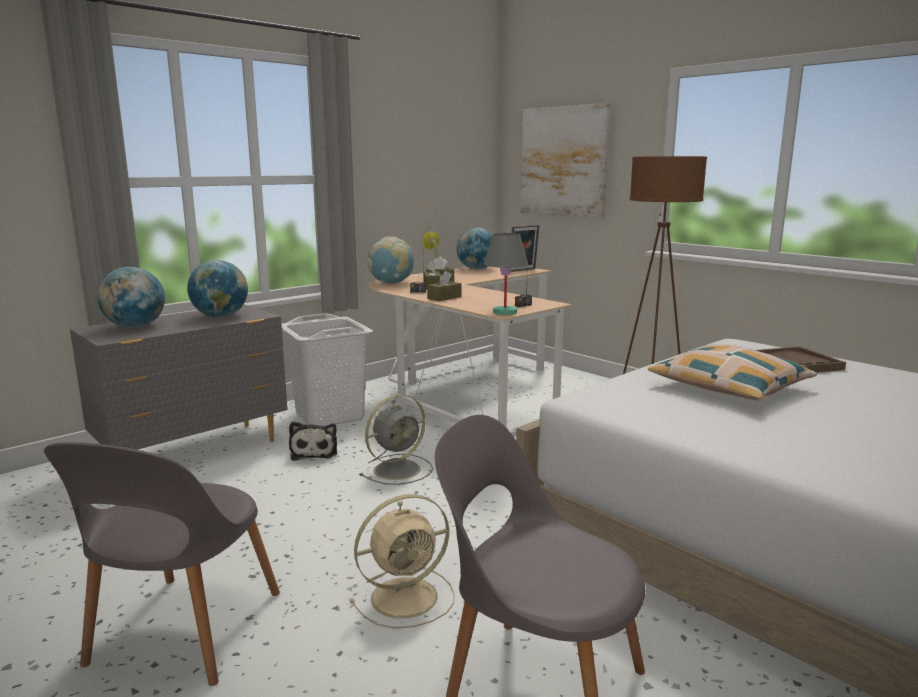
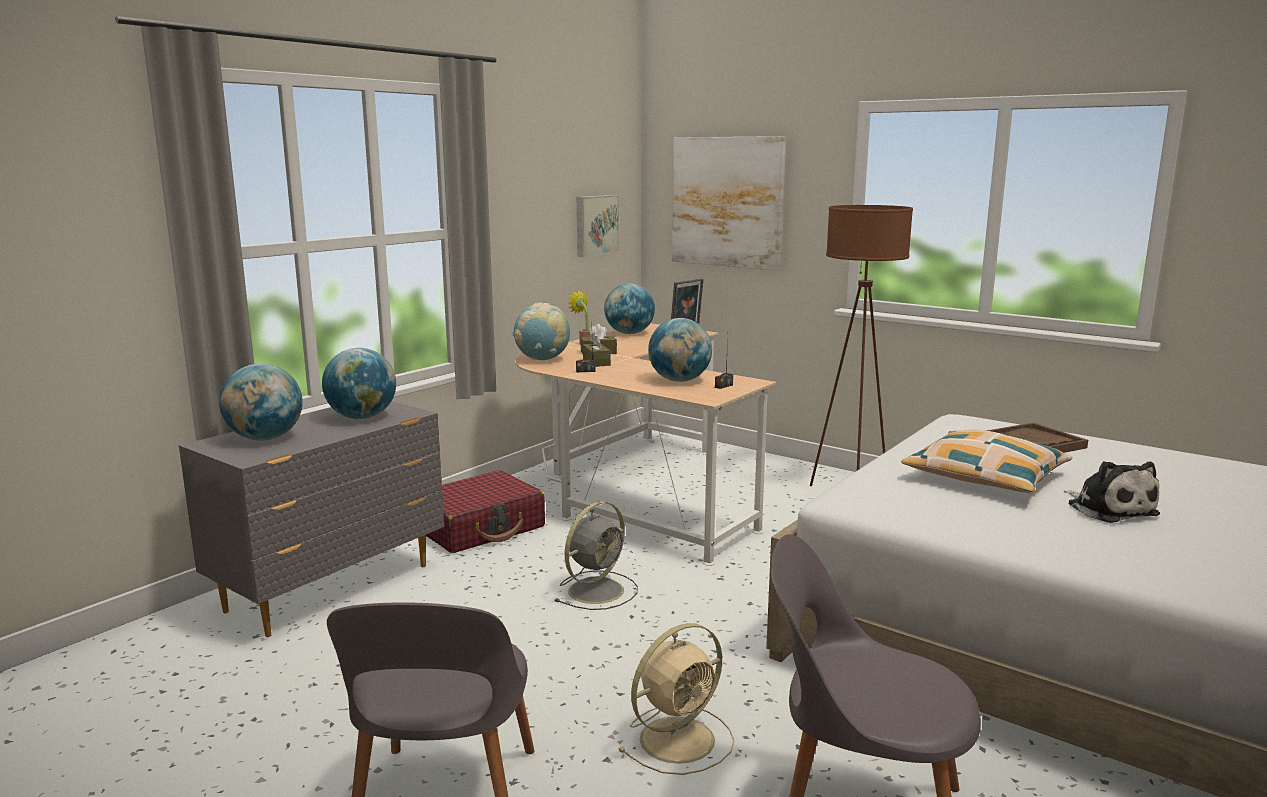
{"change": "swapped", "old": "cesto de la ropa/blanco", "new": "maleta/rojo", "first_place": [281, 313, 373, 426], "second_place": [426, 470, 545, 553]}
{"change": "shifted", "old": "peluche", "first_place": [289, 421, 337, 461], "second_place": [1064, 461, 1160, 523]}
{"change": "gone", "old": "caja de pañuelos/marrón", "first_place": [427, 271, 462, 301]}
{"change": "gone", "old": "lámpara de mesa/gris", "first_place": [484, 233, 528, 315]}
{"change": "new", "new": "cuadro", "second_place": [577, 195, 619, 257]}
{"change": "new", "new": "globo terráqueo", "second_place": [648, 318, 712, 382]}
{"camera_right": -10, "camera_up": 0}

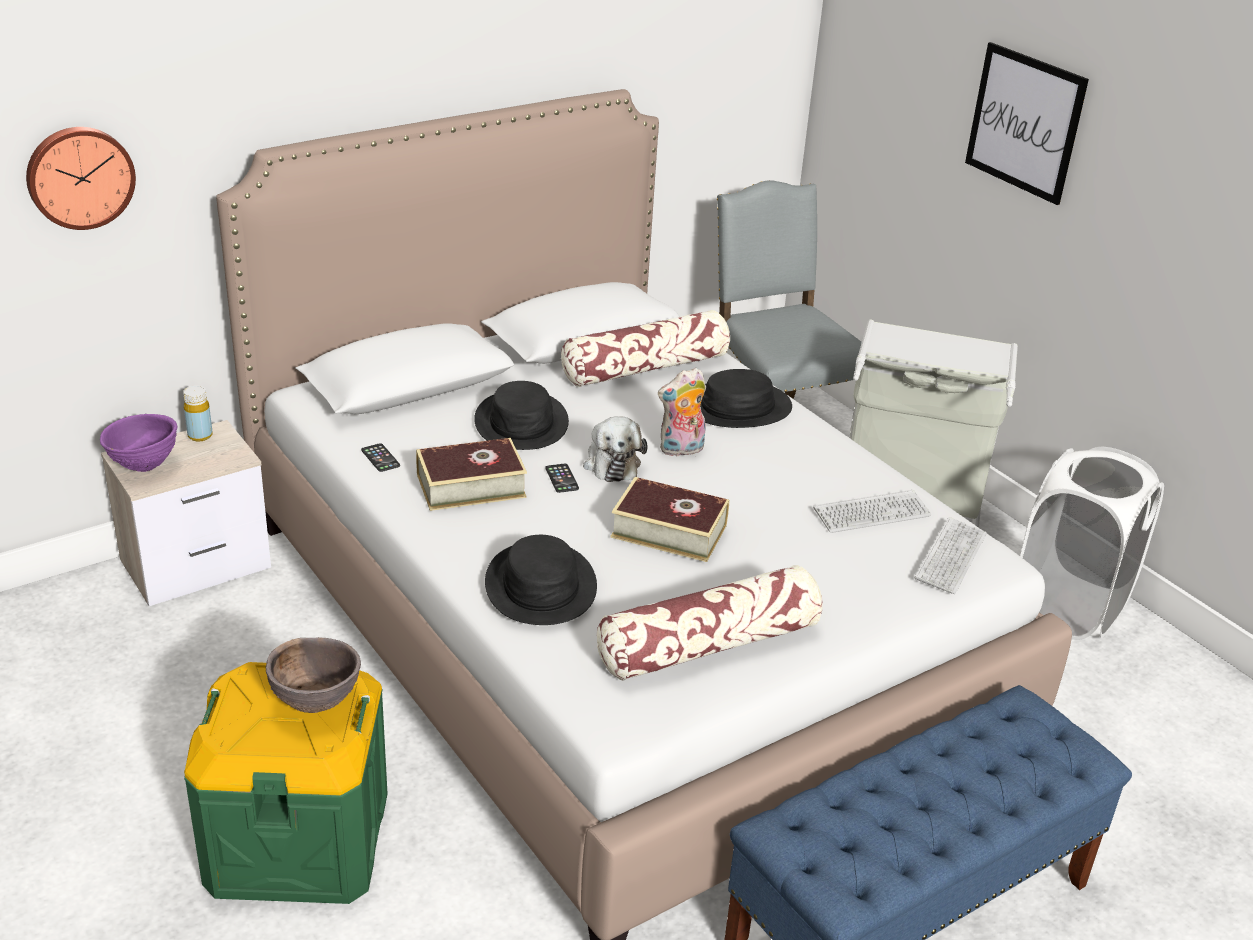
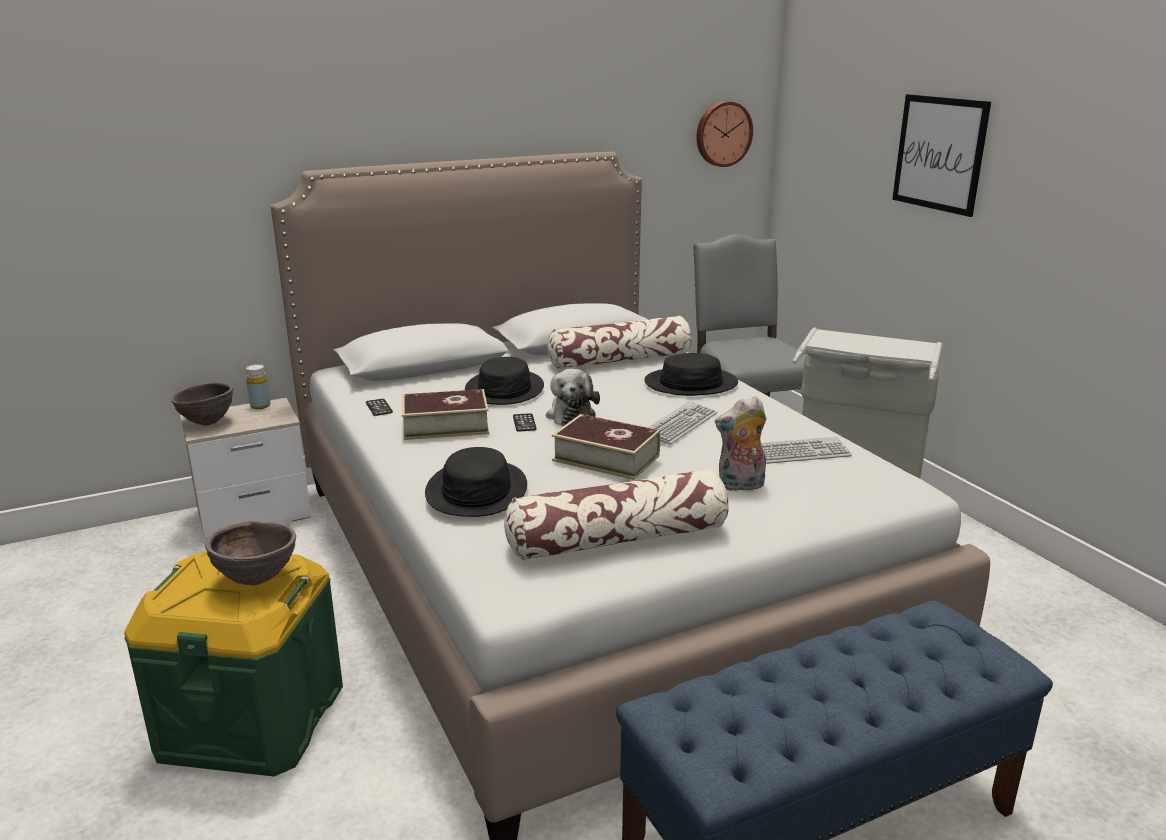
{"change": "shifted", "old": "reloj de pared", "first_place": [26, 127, 136, 230], "second_place": [696, 101, 753, 167]}
{"change": "repainted", "old": "cuenco/morado", "new": "cuenco/marrón", "first_place": [100, 414, 177, 472], "second_place": [170, 382, 234, 426]}
{"change": "shifted", "old": "peluche", "first_place": [658, 368, 706, 457], "second_place": [715, 396, 766, 491]}
{"change": "shifted", "old": "teclado", "first_place": [915, 517, 987, 594], "second_place": [647, 401, 717, 445]}
{"change": "gone", "old": "cesto de la ropa/blanco", "first_place": [1020, 447, 1164, 640]}
{"camera_right": 10, "camera_up": -10}

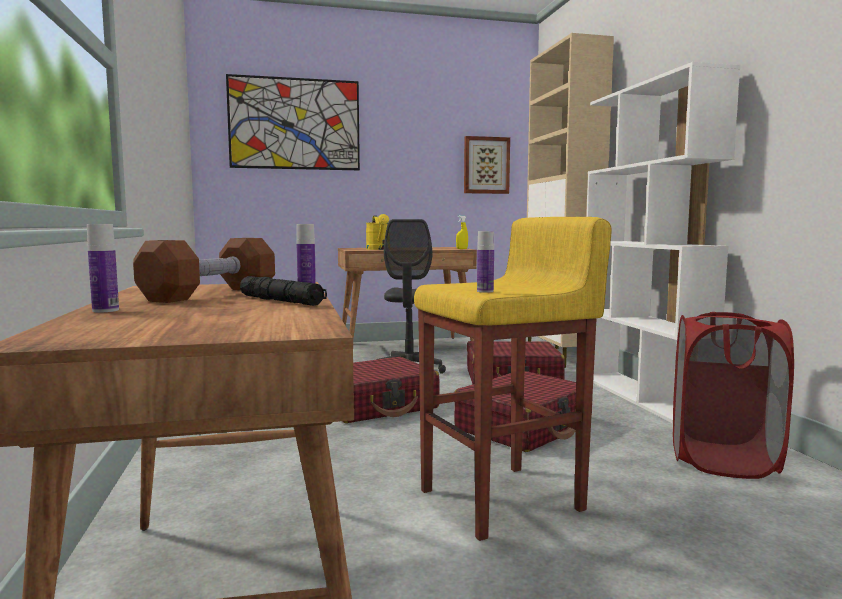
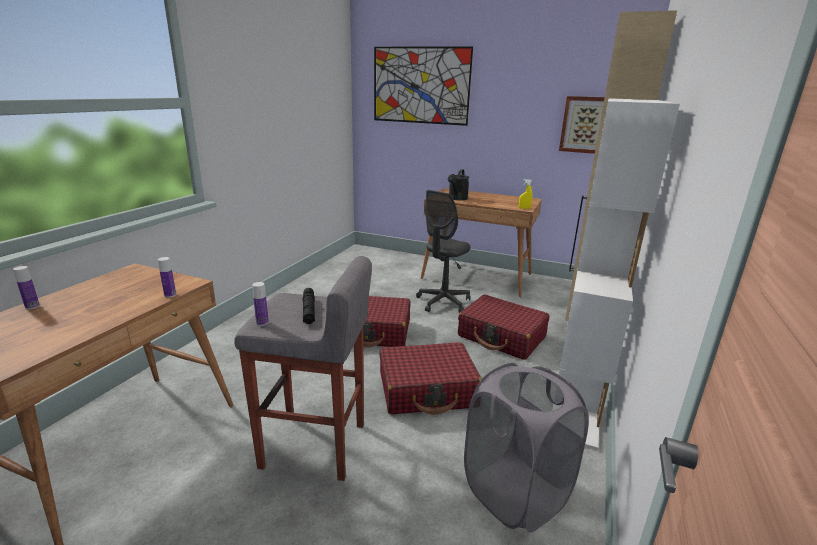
{"change": "gone", "old": "mancuerna/marrón", "first_place": [133, 238, 275, 303]}
{"change": "shifted", "old": "linterna/negro", "first_place": [240, 276, 327, 306], "second_place": [303, 288, 315, 324]}
{"change": "repainted", "old": "regadera/amarillo", "new": "regadera/negro", "first_place": [366, 214, 389, 250], "second_place": [448, 169, 469, 200]}
{"change": "repainted", "old": "taburete/amarillo", "new": "taburete/gris", "first_place": [414, 217, 611, 541], "second_place": [234, 256, 372, 481]}
{"change": "repainted", "old": "cesto de la ropa/rojo", "new": "cesto de la ropa/gris", "first_place": [673, 312, 794, 479], "second_place": [464, 363, 589, 533]}
{"camera_right": 35, "camera_up": 15}

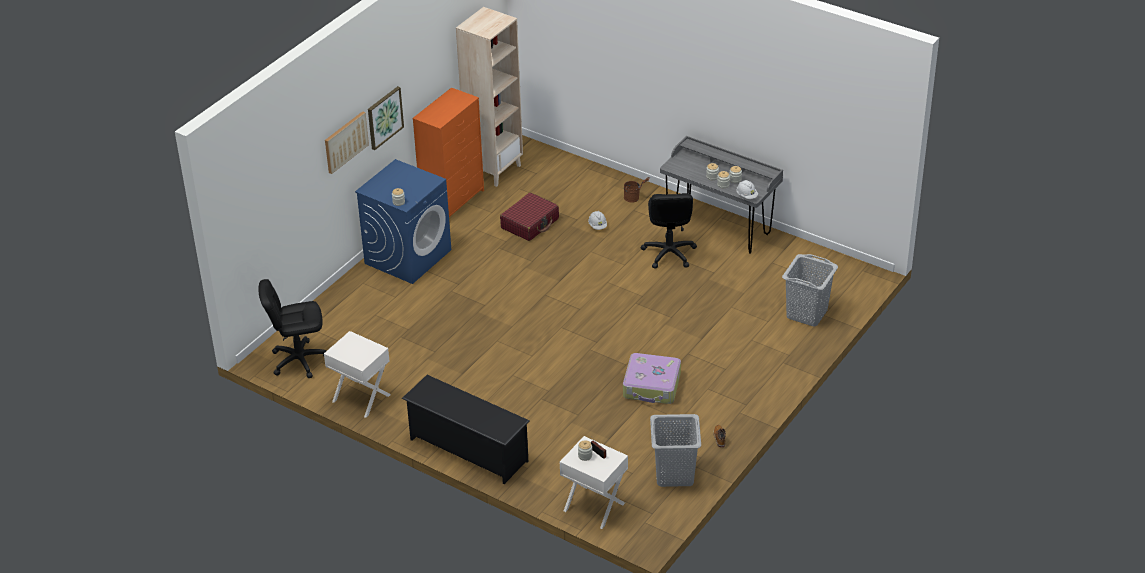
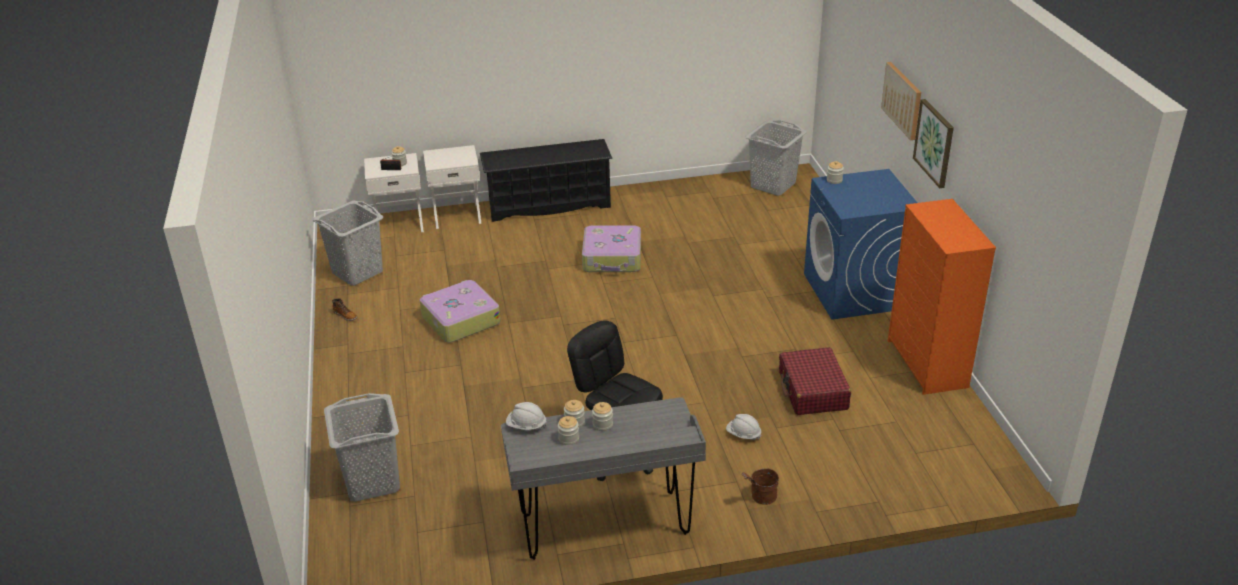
{"change": "swapped", "old": "silla de oficina/negro", "new": "cesto de la ropa/gris", "first_place": [258, 279, 326, 378], "second_place": [745, 120, 807, 196]}
{"change": "shifted", "old": "mesita de noche/blanco", "first_place": [324, 331, 391, 418], "second_place": [423, 145, 482, 229]}
{"change": "gone", "old": "estantería/beis", "first_place": [456, 7, 523, 187]}
{"change": "new", "new": "maleta", "second_place": [582, 225, 641, 272]}
{"camera_right": 135, "camera_up": -5}

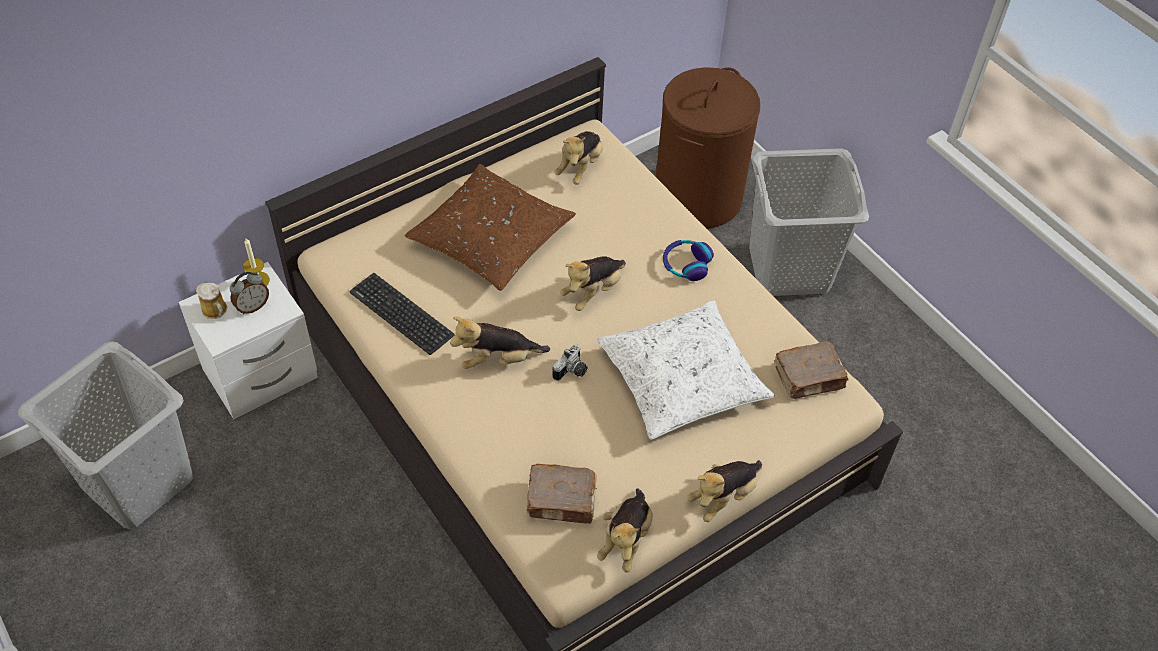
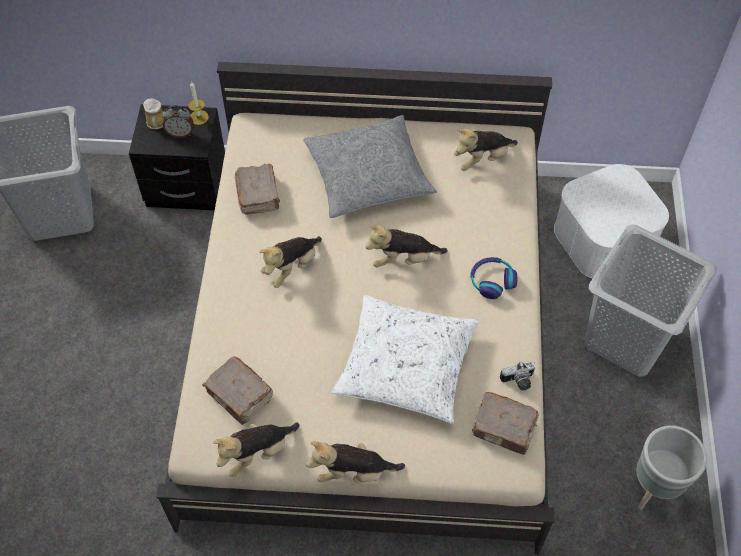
{"change": "repainted", "old": "mesita de noche/blanco", "new": "mesita de noche/negro", "first_place": [179, 262, 318, 419], "second_place": [129, 104, 225, 210]}
{"change": "swapped", "old": "teclado", "new": "libro/marrón", "first_place": [349, 273, 455, 355], "second_place": [234, 164, 280, 215]}
{"change": "repainted", "old": "cojín/marrón", "new": "cojín/gris", "first_place": [405, 164, 576, 291], "second_place": [303, 115, 437, 218]}
{"change": "rotated", "old": "peluche", "first_place": [450, 317, 550, 369], "second_place": [259, 236, 322, 288], "degrees": -75}
{"change": "shifted", "old": "cámara", "first_place": [552, 344, 587, 381], "second_place": [500, 362, 535, 391]}
{"change": "swapped", "old": "cesto de la ropa/marrón", "new": "caja de almacenaje/blanco", "first_place": [656, 67, 760, 229], "second_place": [554, 164, 669, 279]}
{"change": "new", "new": "maceta/gris", "second_place": [636, 425, 707, 510]}
{"camera_right": 40, "camera_up": 5}

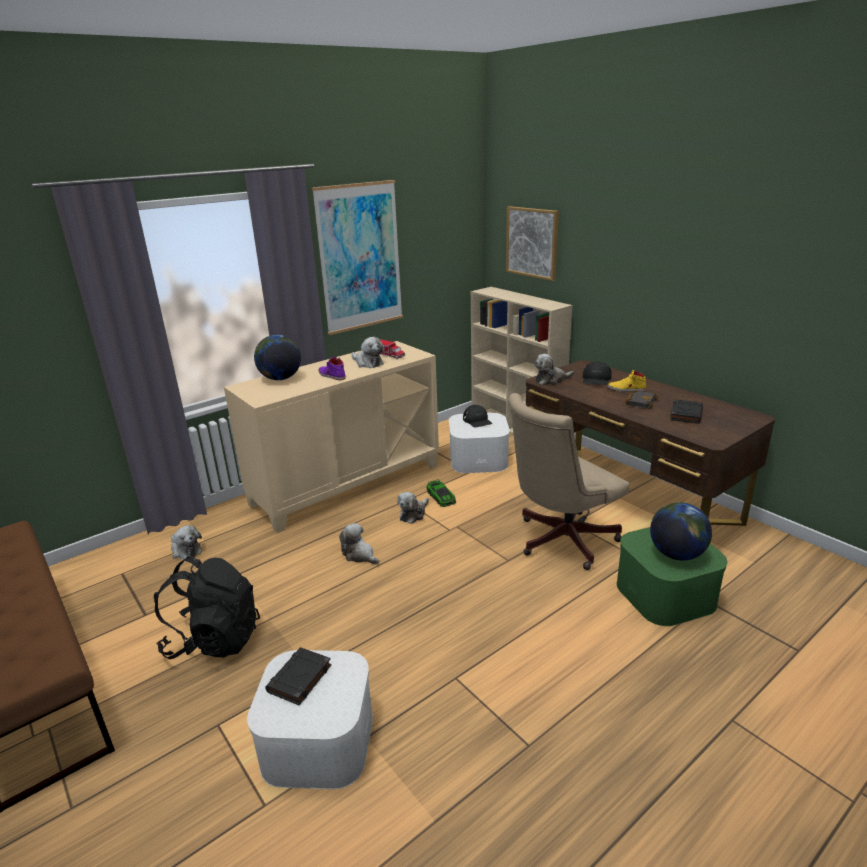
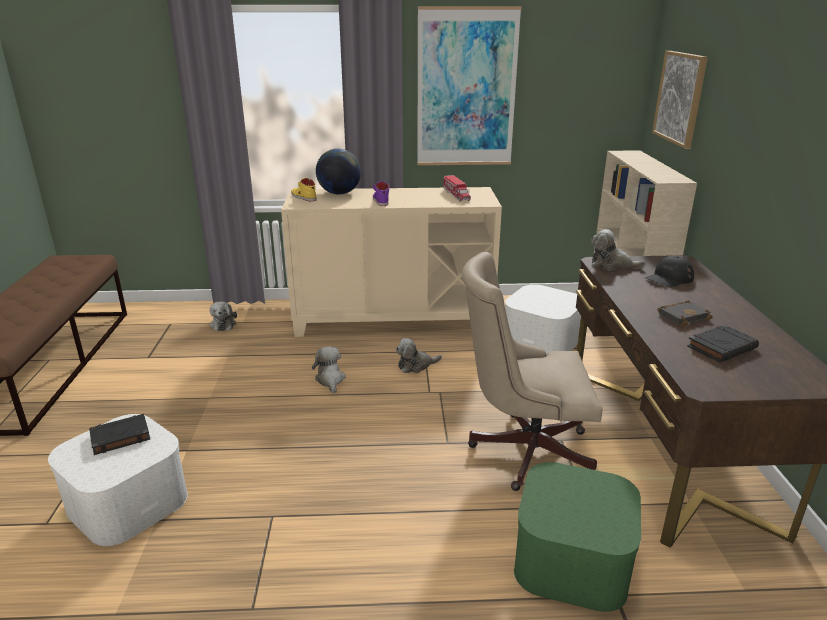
{"change": "gone", "old": "mochila/negro", "first_place": [154, 556, 260, 659]}
{"change": "gone", "old": "peluche", "first_place": [351, 337, 384, 368]}
{"change": "gone", "old": "coche de juguete", "first_place": [426, 479, 456, 507]}
{"change": "gone", "old": "gorra/negro", "first_place": [463, 405, 492, 427]}
{"change": "shifted", "old": "zapato/amarillo", "first_place": [608, 370, 646, 392], "second_place": [291, 178, 317, 201]}
{"change": "gone", "old": "globo terráqueo", "first_place": [650, 502, 712, 561]}
{"camera_right": 35, "camera_up": 0}

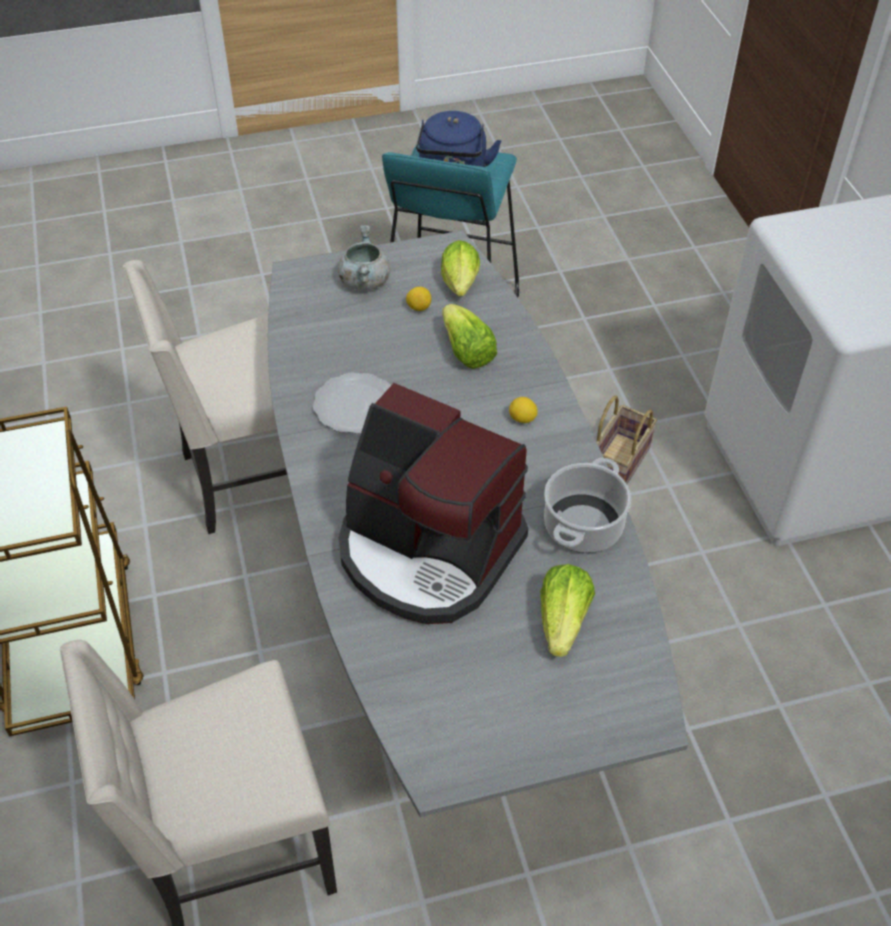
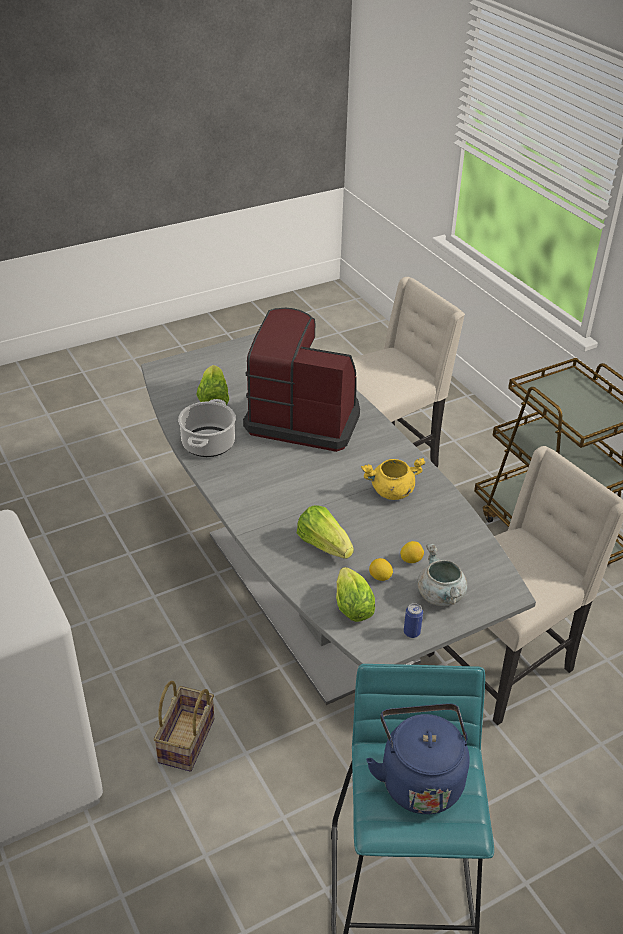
{"change": "swapped", "old": "plato", "new": "olla/amarillo", "first_place": [313, 372, 391, 434], "second_place": [361, 458, 426, 500]}
{"change": "shifted", "old": "limón", "first_place": [509, 397, 538, 423], "second_place": [400, 541, 424, 563]}
{"change": "new", "new": "lata", "second_place": [404, 603, 423, 638]}
{"camera_right": 165, "camera_up": -10}

